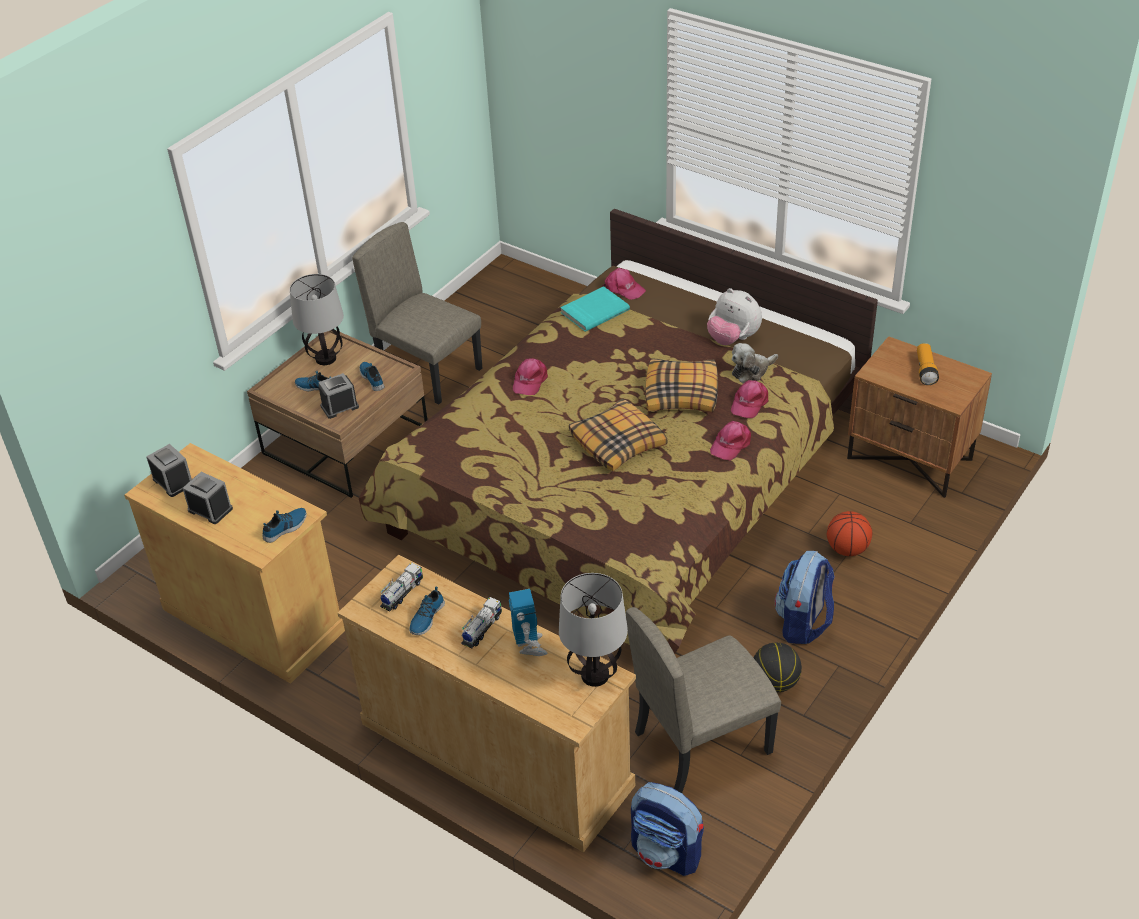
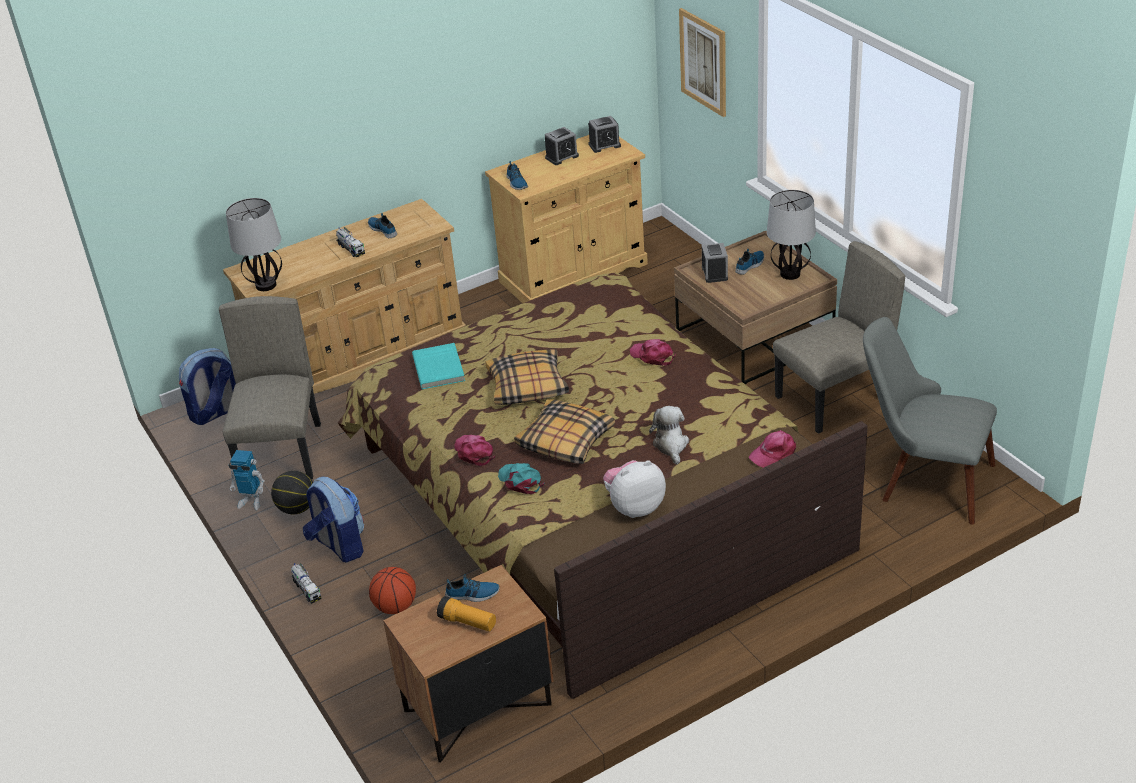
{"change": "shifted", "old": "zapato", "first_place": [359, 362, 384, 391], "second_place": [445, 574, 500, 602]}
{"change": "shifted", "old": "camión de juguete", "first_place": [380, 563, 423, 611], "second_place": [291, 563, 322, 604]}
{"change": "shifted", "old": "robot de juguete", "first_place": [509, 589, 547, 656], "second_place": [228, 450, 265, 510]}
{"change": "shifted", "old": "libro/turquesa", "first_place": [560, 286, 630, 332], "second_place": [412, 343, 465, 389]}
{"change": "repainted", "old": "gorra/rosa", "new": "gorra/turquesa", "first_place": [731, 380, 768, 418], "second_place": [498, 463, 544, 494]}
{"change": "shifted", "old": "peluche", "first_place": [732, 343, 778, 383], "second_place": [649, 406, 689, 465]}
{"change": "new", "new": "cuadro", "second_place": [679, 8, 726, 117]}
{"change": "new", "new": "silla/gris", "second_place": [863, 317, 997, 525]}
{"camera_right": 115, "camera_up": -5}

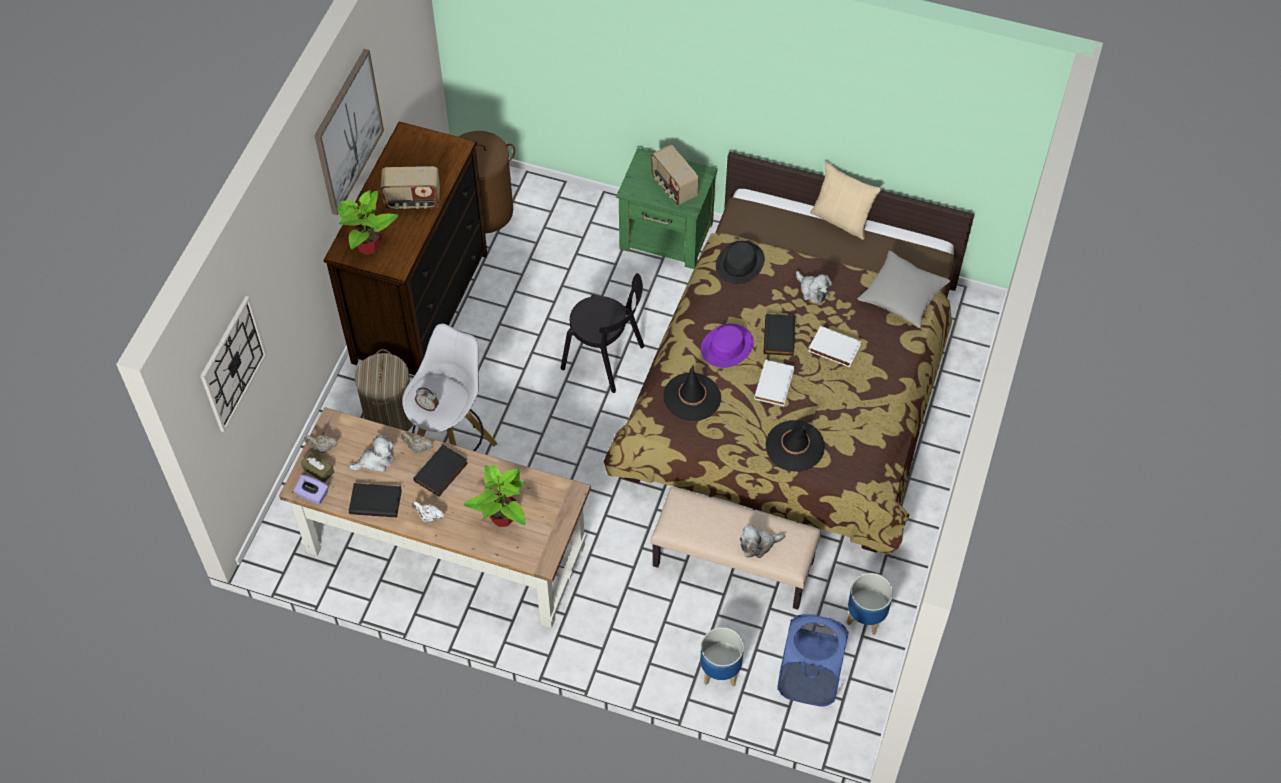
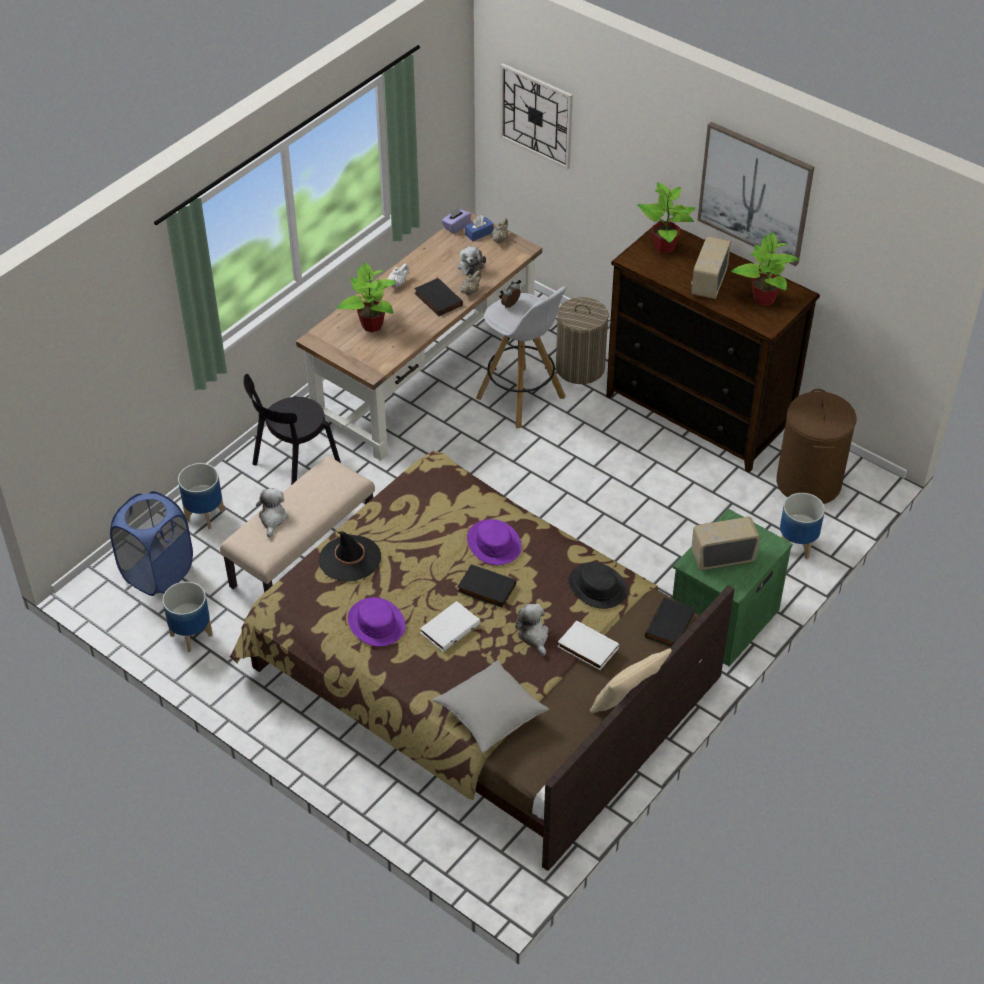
{"change": "repainted", "old": "caja de pañuelos/marrón", "new": "caja de pañuelos/azul", "first_place": [301, 452, 334, 483], "second_place": [465, 215, 494, 242]}
{"change": "shifted", "old": "libro/negro", "first_place": [349, 483, 402, 517], "second_place": [645, 597, 695, 646]}
{"change": "shifted", "old": "silla/negro", "first_place": [561, 273, 644, 393], "second_place": [243, 374, 341, 485]}
{"change": "gone", "old": "sombrero/negro", "first_place": [663, 364, 721, 421]}
{"change": "shifted", "old": "libro/blanco", "first_place": [754, 360, 794, 406], "second_place": [557, 620, 619, 670]}
{"change": "rotated", "old": "peluche", "first_place": [796, 271, 832, 303], "second_place": [515, 604, 549, 656], "degrees": 90}
{"change": "new", "new": "sombrero/morado", "second_place": [348, 597, 406, 646]}
{"change": "new", "new": "planta en maceta", "second_place": [731, 231, 800, 306]}
{"change": "new", "new": "maceta", "second_place": [780, 493, 825, 560]}
{"camera_right": 110, "camera_up": -10}

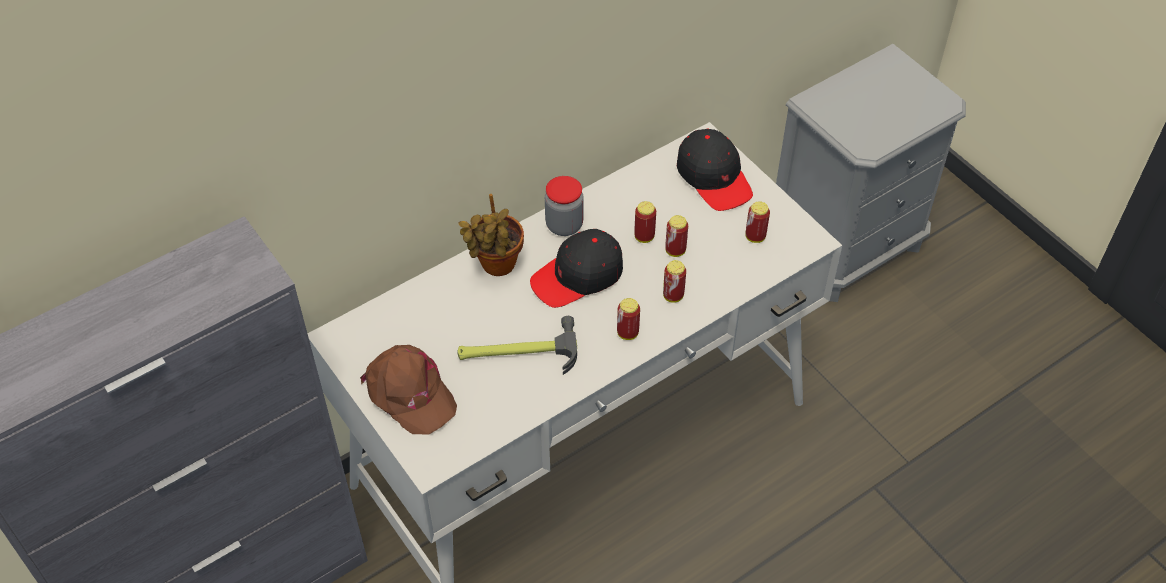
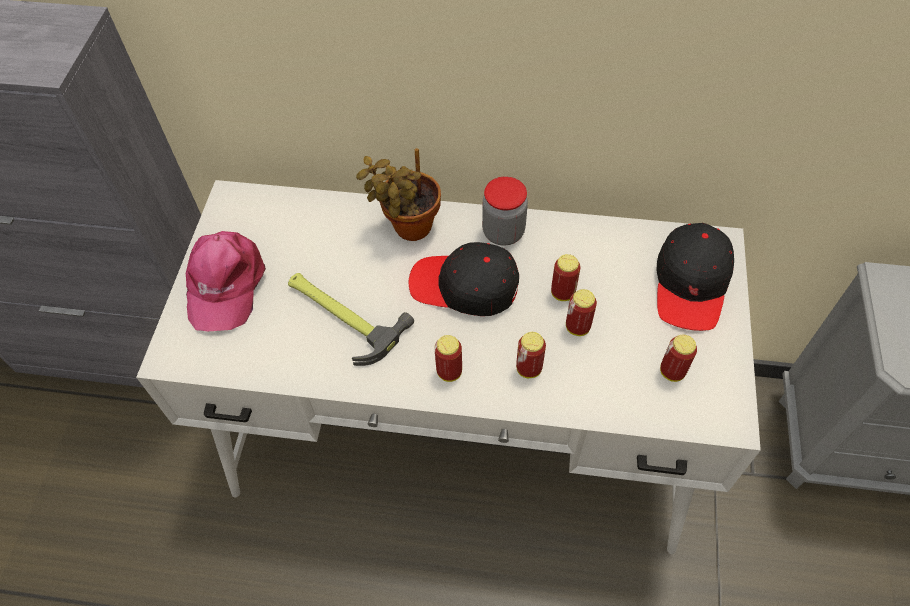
{"change": "repainted", "old": "gorra/marrón", "new": "gorra/rosa", "first_place": [360, 345, 457, 435], "second_place": [186, 231, 266, 331]}
{"camera_right": 45, "camera_up": 5}

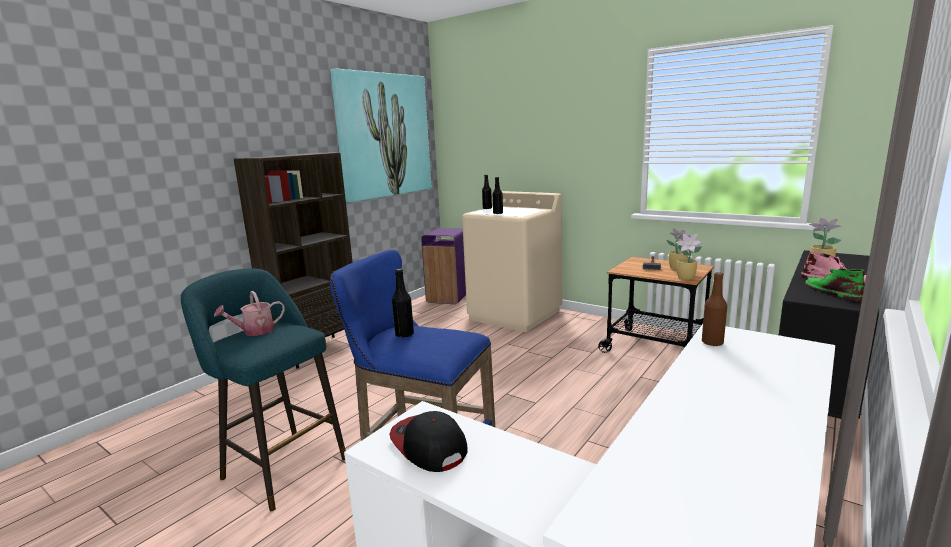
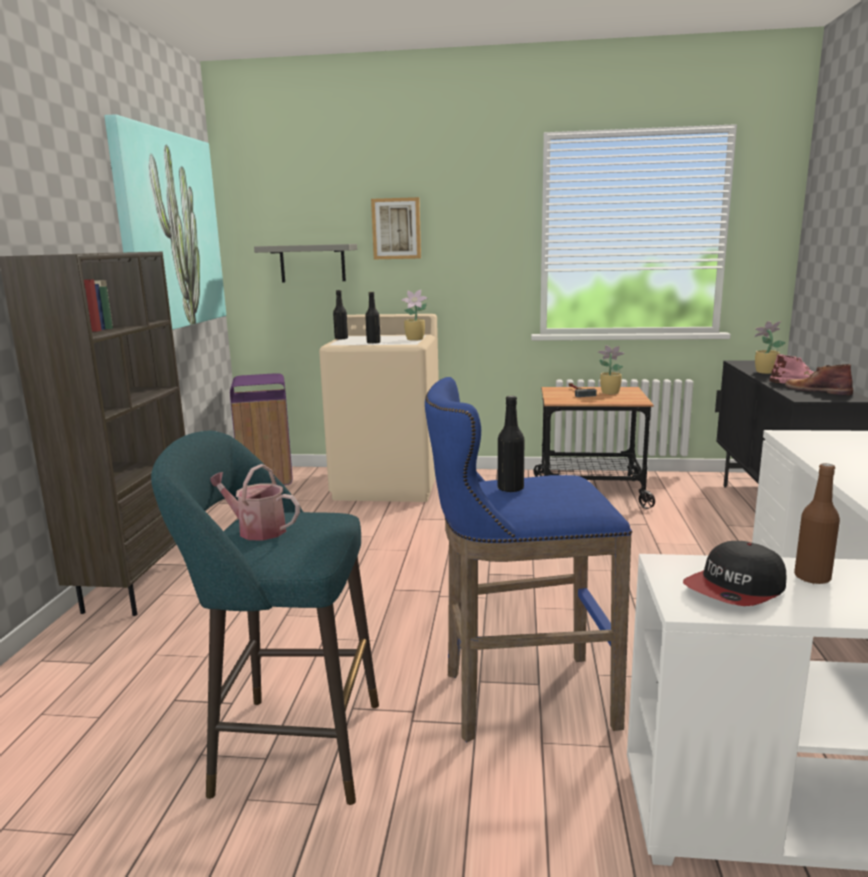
{"change": "rotated", "old": "regadera", "first_place": [214, 291, 285, 336], "second_place": [210, 464, 300, 541], "degrees": 90}
{"change": "rotated", "old": "gorra", "first_place": [389, 411, 468, 472], "second_place": [683, 541, 786, 606], "degrees": -60}
{"change": "shifted", "old": "planta en maceta", "first_place": [676, 234, 702, 280], "second_place": [401, 290, 428, 341]}
{"change": "shifted", "old": "botella/marrón", "first_place": [702, 272, 727, 346], "second_place": [794, 463, 840, 584]}
{"change": "repainted", "old": "bota/verde", "new": "bota/marrón", "first_place": [805, 268, 865, 302], "second_place": [785, 364, 853, 395]}
{"change": "new", "new": "estante/gris", "second_place": [254, 244, 357, 282]}
{"change": "new", "new": "cuadro", "second_place": [371, 197, 421, 259]}
{"camera_right": -30, "camera_up": 0}

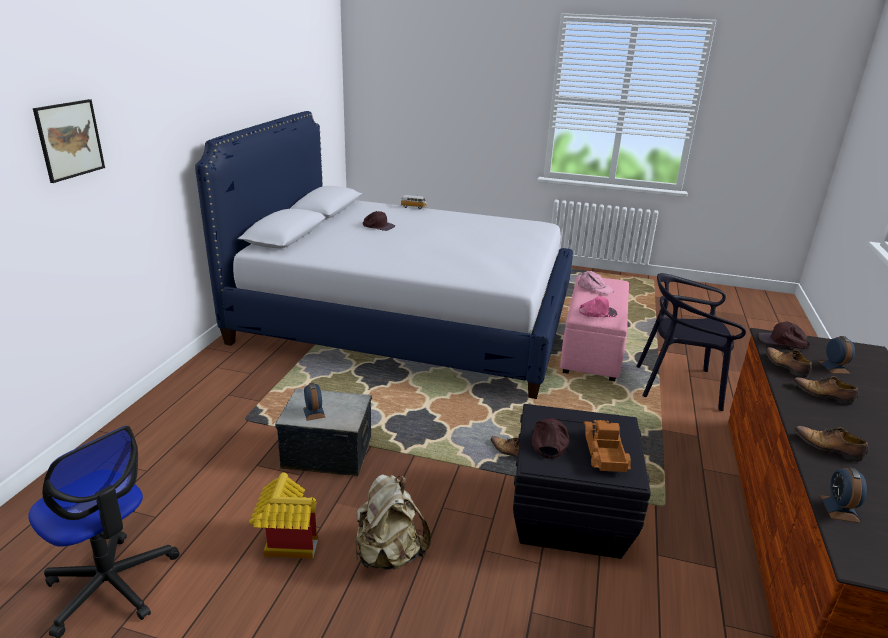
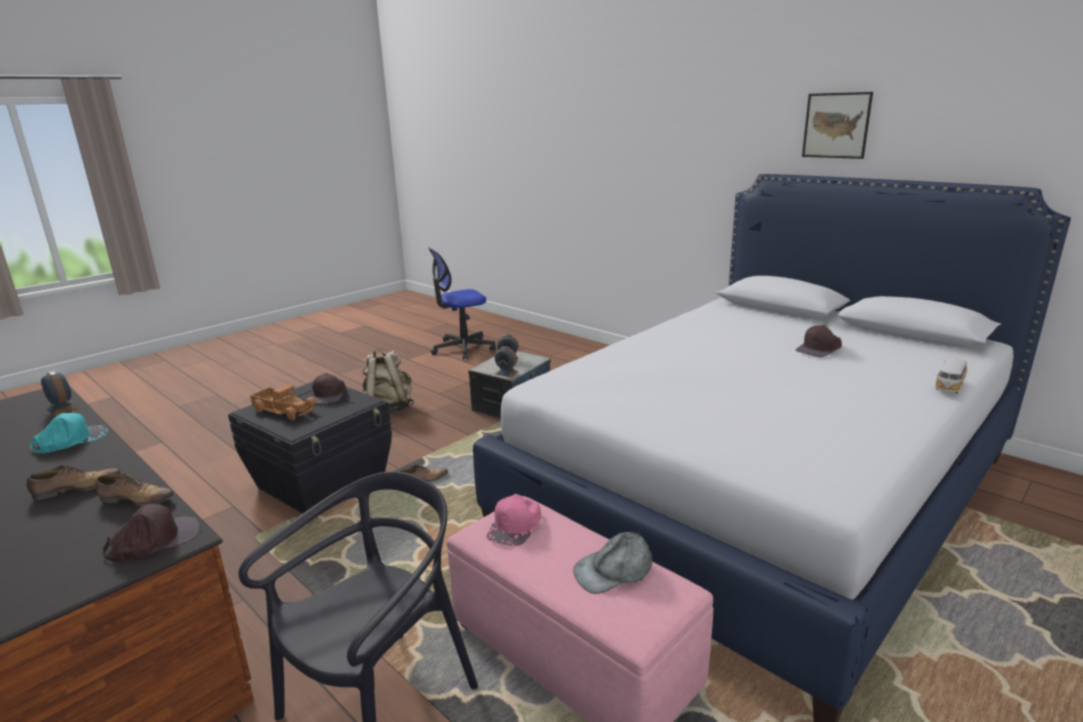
{"change": "shifted", "old": "cuadro", "first_place": [33, 99, 105, 183], "second_place": [802, 92, 873, 159]}
{"change": "gone", "old": "casita", "first_place": [250, 473, 318, 559]}
{"change": "rotated", "old": "gorra/marrón", "first_place": [532, 418, 569, 459], "second_place": [312, 373, 346, 404], "degrees": 45}
{"change": "repainted", "old": "gorra/rosa", "new": "gorra/gris", "first_place": [578, 271, 614, 294], "second_place": [573, 532, 653, 594]}
{"change": "swapped", "old": "zapato", "new": "gorra/turquesa", "first_place": [794, 426, 868, 462], "second_place": [30, 413, 108, 454]}
{"change": "shifted", "old": "despertador", "first_place": [819, 336, 855, 374], "second_place": [495, 346, 519, 377]}
{"camera_right": 120, "camera_up": -5}

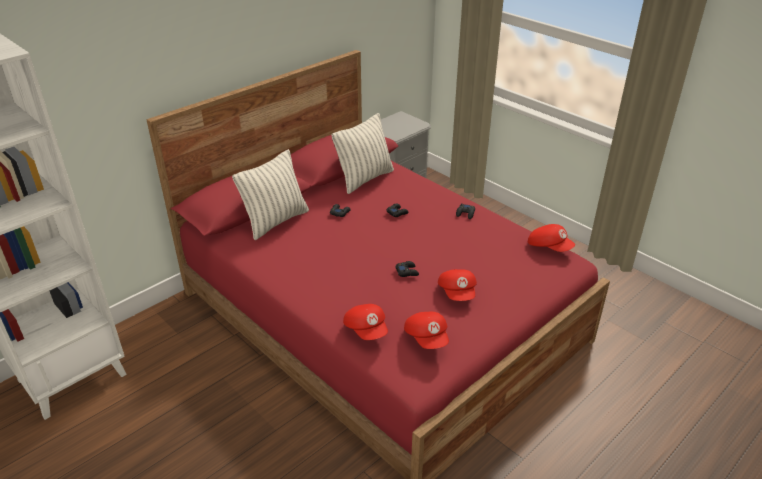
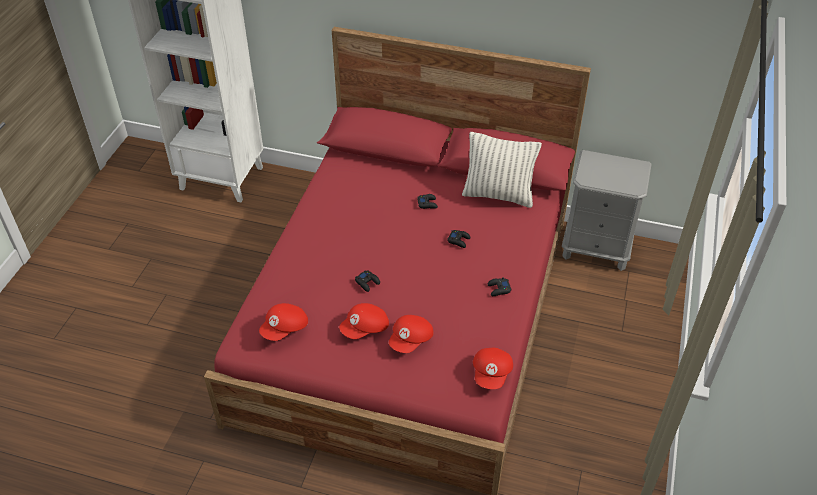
{"change": "gone", "old": "cojín", "first_place": [232, 149, 309, 240]}
{"change": "shifted", "old": "gorra/rojo", "first_place": [343, 304, 388, 340], "second_place": [389, 315, 433, 353]}
{"camera_right": 60, "camera_up": 10}

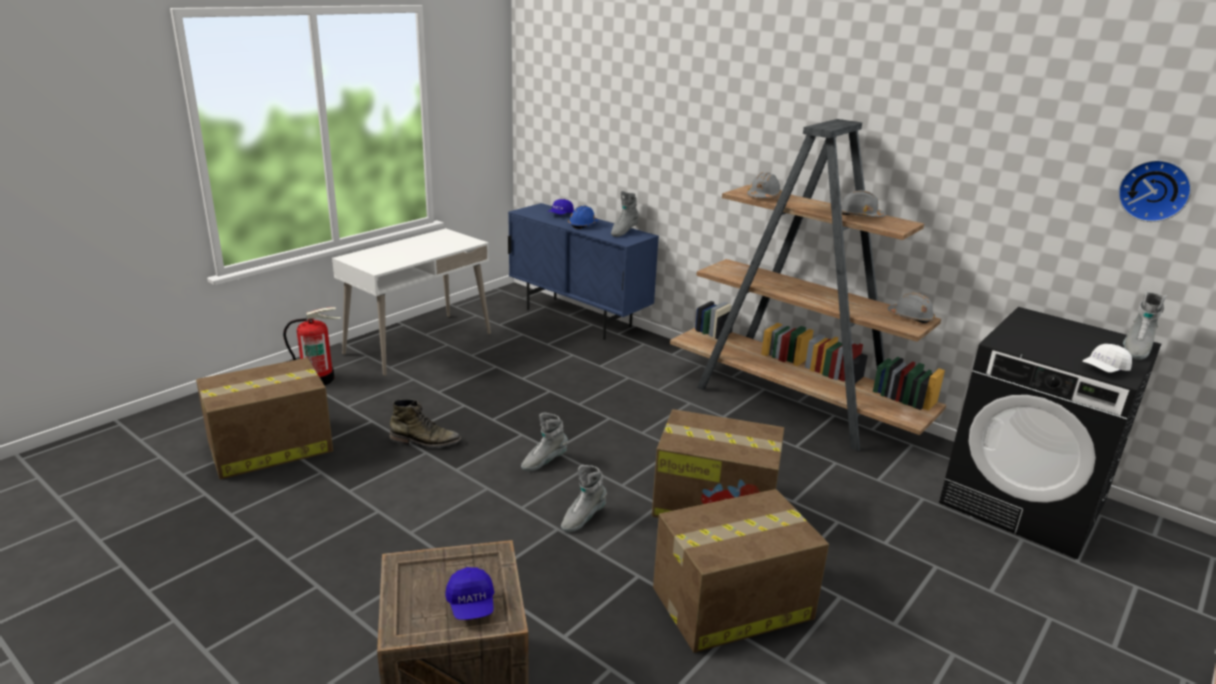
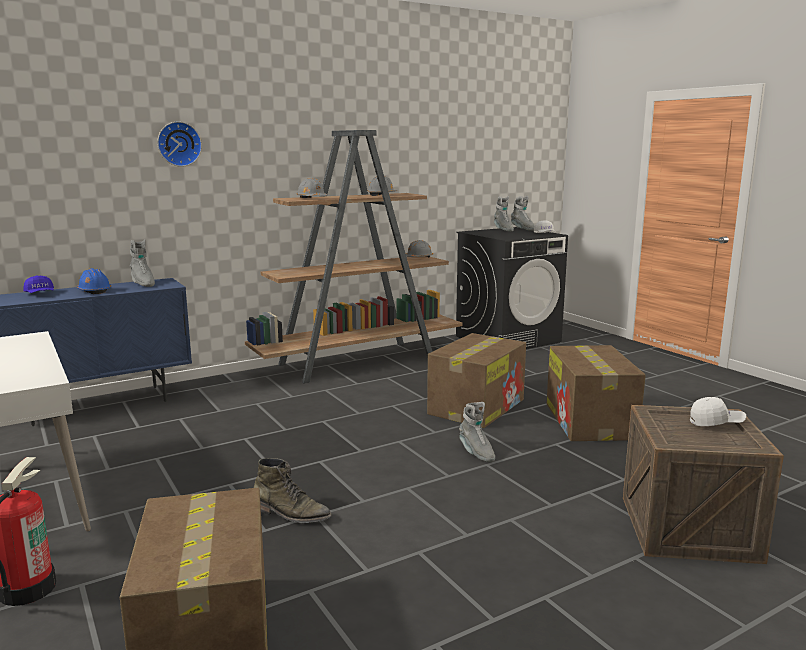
{"change": "rotated", "old": "bota/verde", "first_place": [389, 399, 461, 447], "second_place": [254, 458, 332, 523], "degrees": 90}
{"change": "repainted", "old": "gorra/azul", "new": "gorra/blanco", "first_place": [445, 567, 494, 620], "second_place": [690, 397, 746, 426]}
{"change": "shifted", "old": "bota/gris", "first_place": [521, 412, 568, 471], "second_place": [494, 196, 514, 231]}
{"change": "shifted", "old": "reloj de pared", "first_place": [1118, 160, 1192, 222], "second_place": [157, 121, 202, 167]}
{"camera_right": -70, "camera_up": -10}

